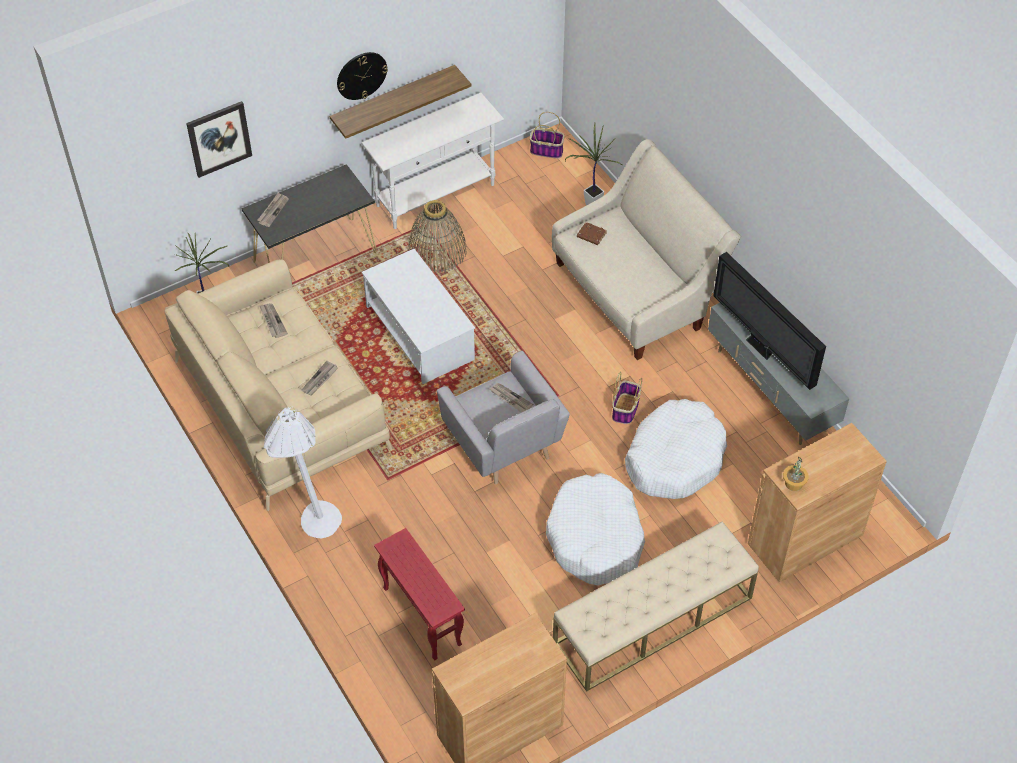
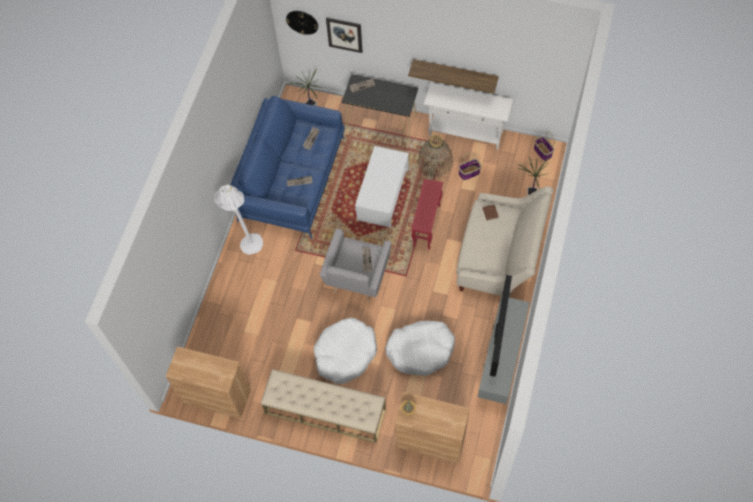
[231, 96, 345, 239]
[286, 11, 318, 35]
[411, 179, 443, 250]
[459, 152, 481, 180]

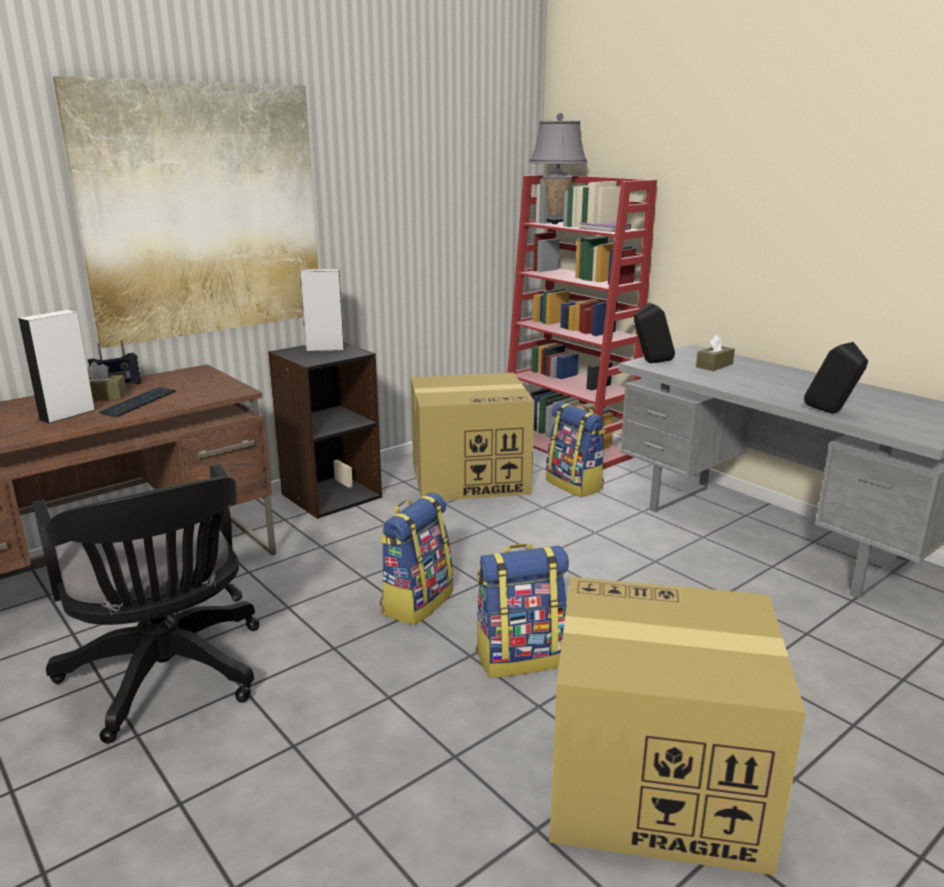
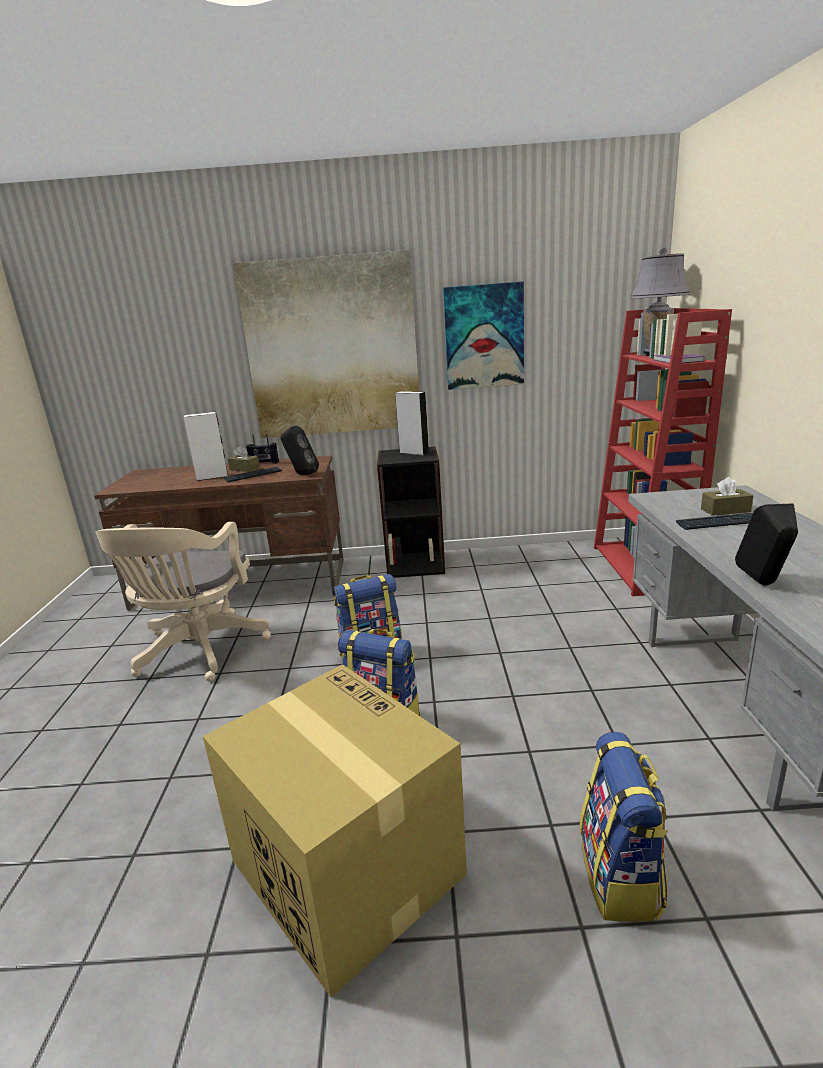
[95, 522, 271, 681]
[280, 426, 319, 475]
[443, 281, 524, 390]
[580, 732, 668, 922]
[676, 513, 753, 530]
[411, 373, 535, 500] (first image)

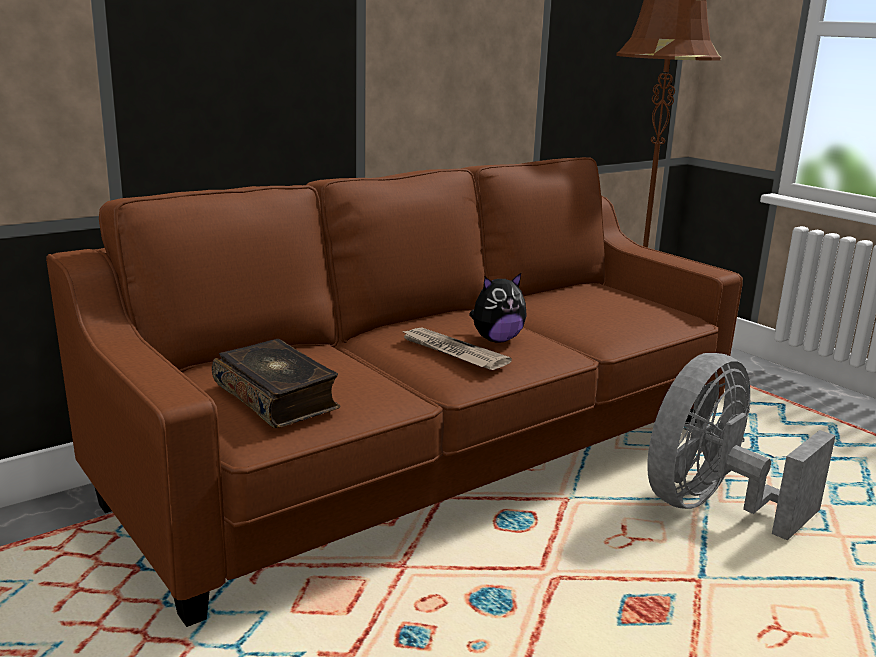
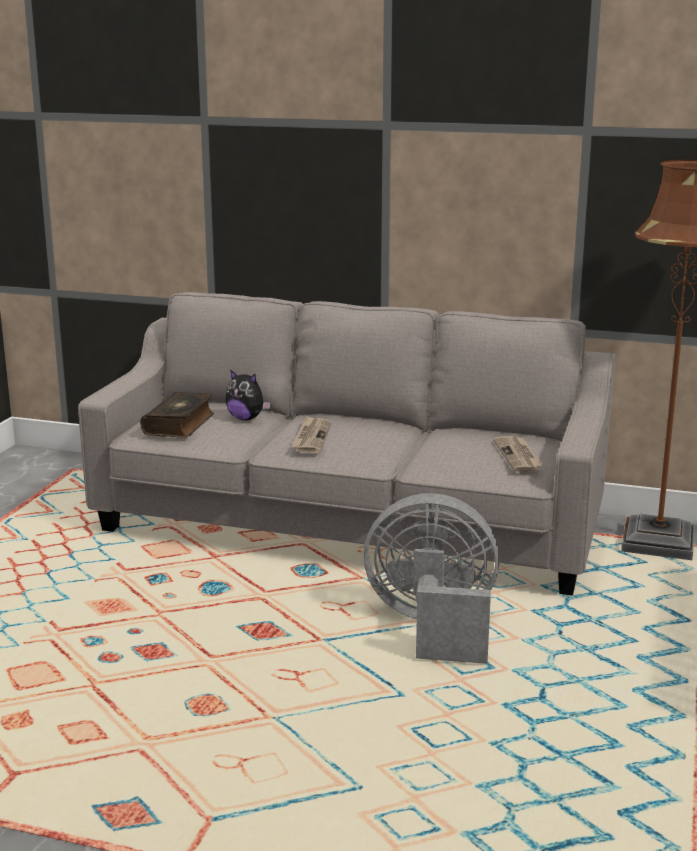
[78, 292, 616, 596]
[225, 369, 270, 420]
[493, 436, 543, 473]

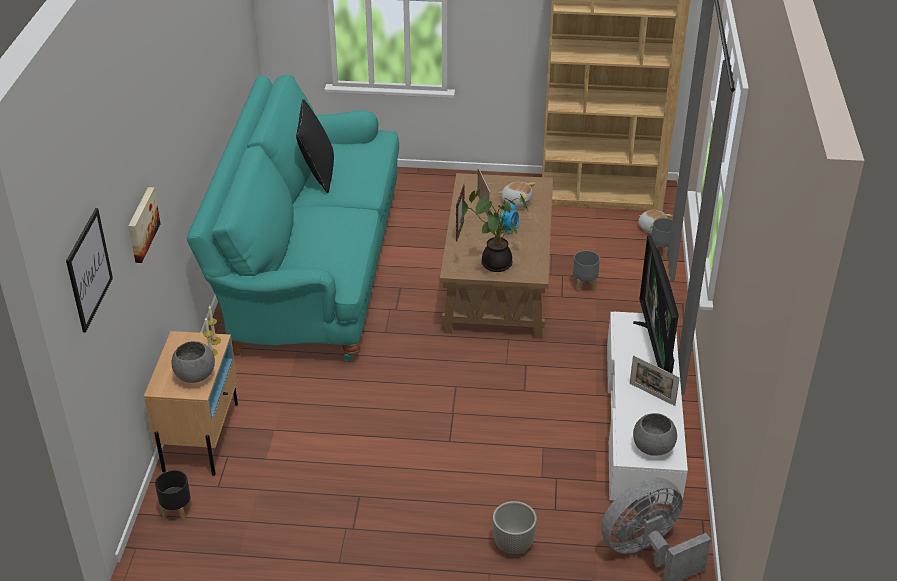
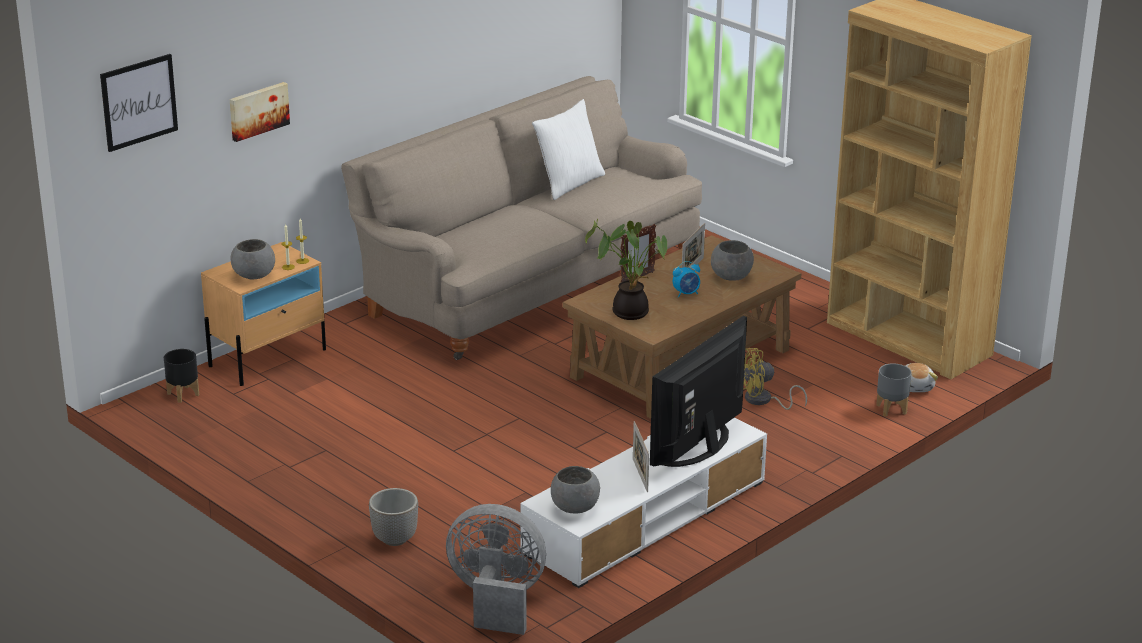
[341, 76, 702, 360]
[532, 99, 605, 200]
[711, 240, 754, 281]
[743, 348, 807, 410]

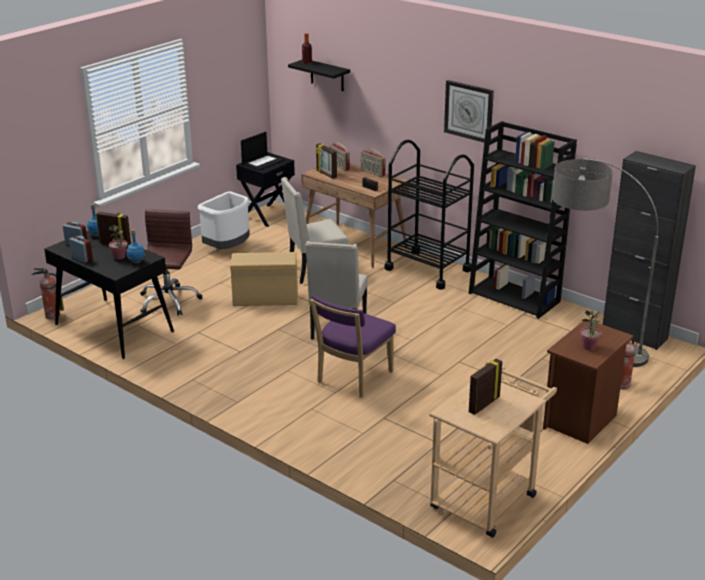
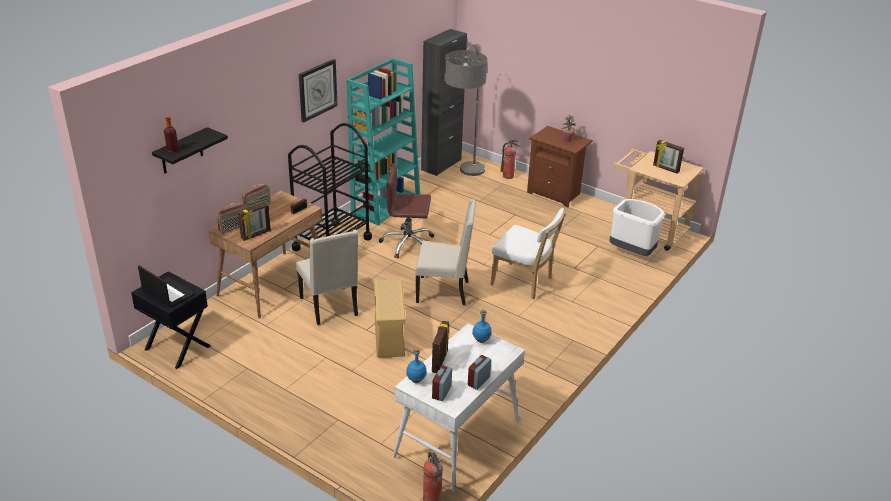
[347, 58, 420, 226]
[379, 163, 434, 259]
[393, 323, 525, 492]
[490, 208, 566, 299]
[610, 199, 665, 256]
[109, 225, 128, 260] (first image)

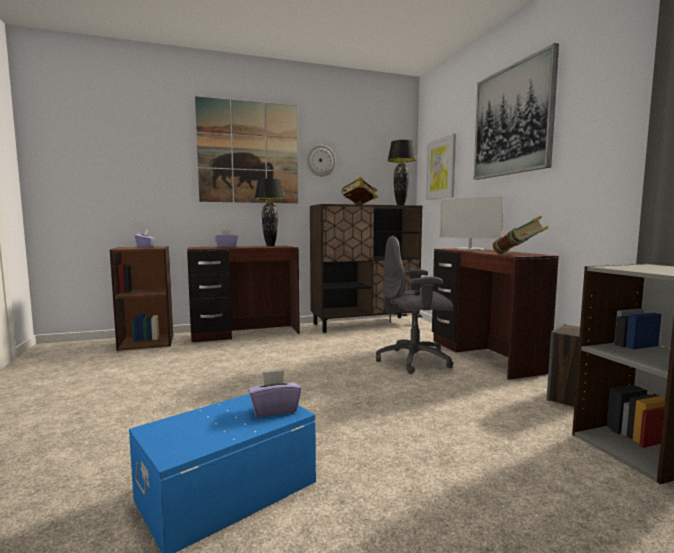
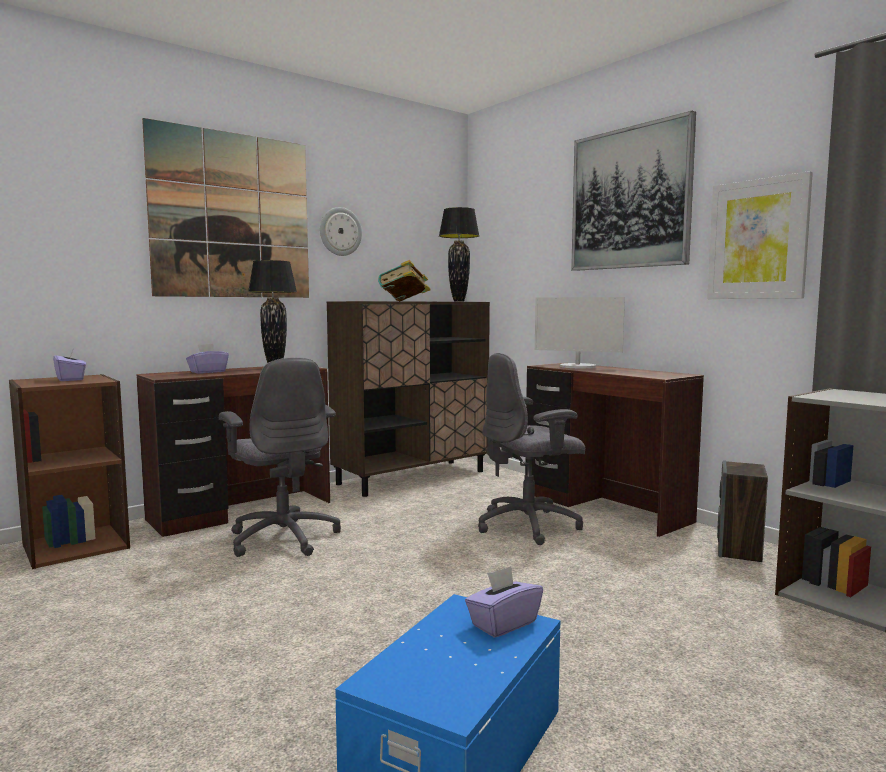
[219, 357, 341, 557]
[707, 171, 813, 299]
[492, 215, 548, 254] (first image)

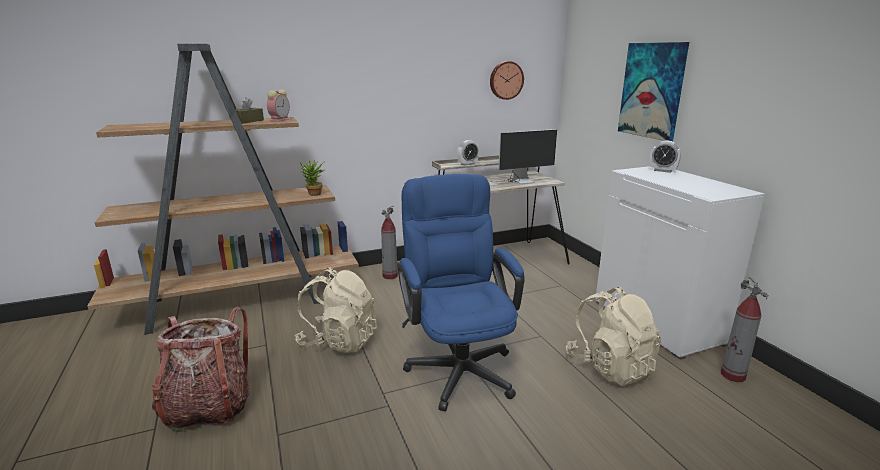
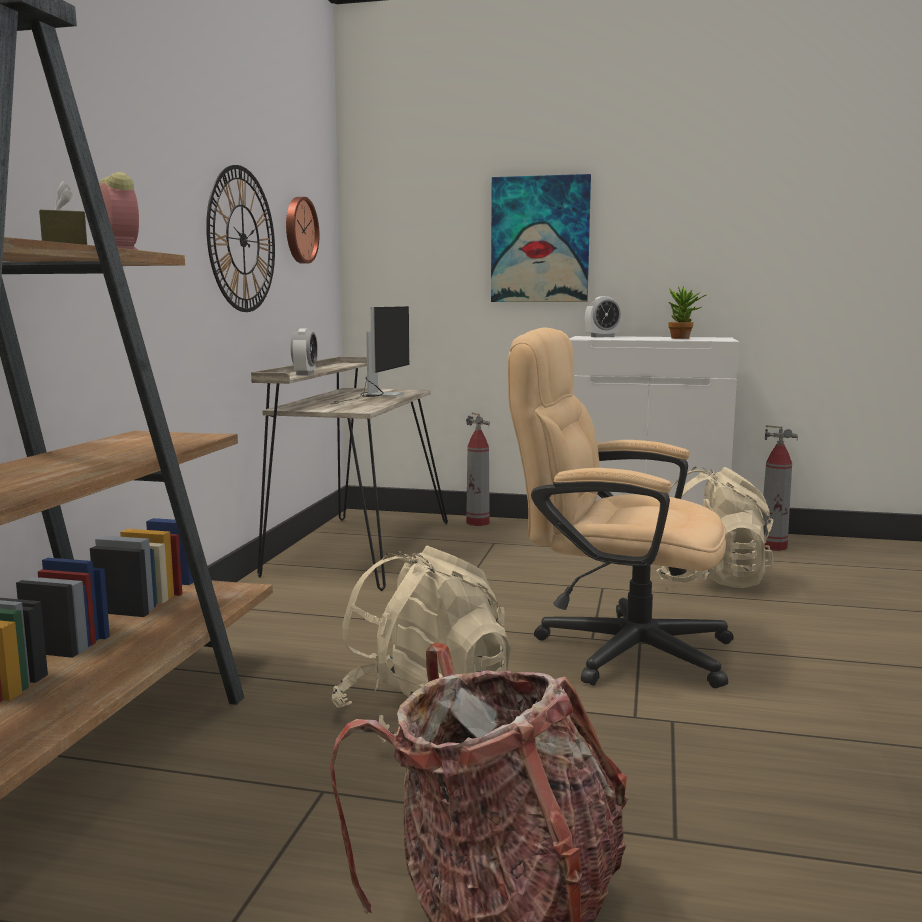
[206, 165, 275, 312]
[466, 412, 490, 526]
[508, 328, 734, 688]
[668, 286, 707, 339]

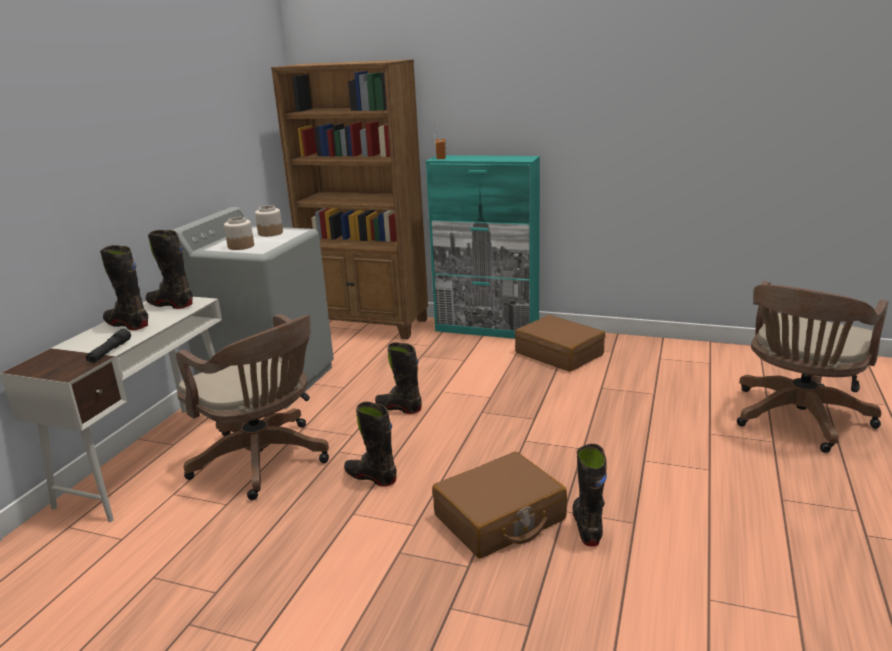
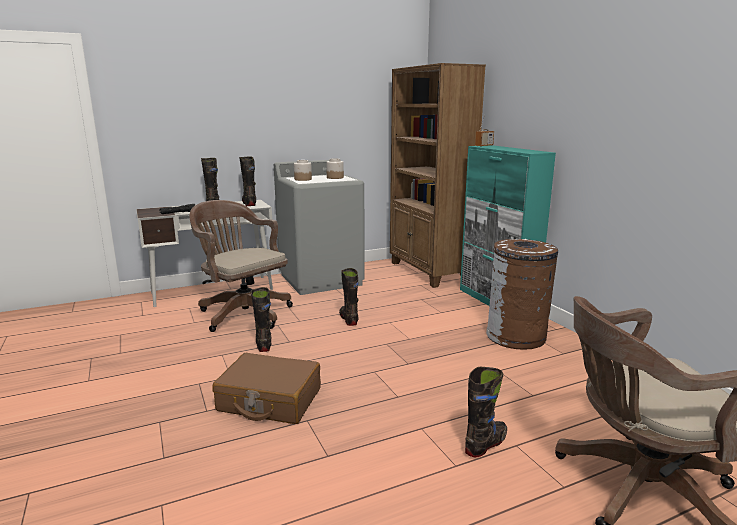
[189, 200, 293, 332]
[465, 367, 507, 457]
[486, 239, 558, 350]

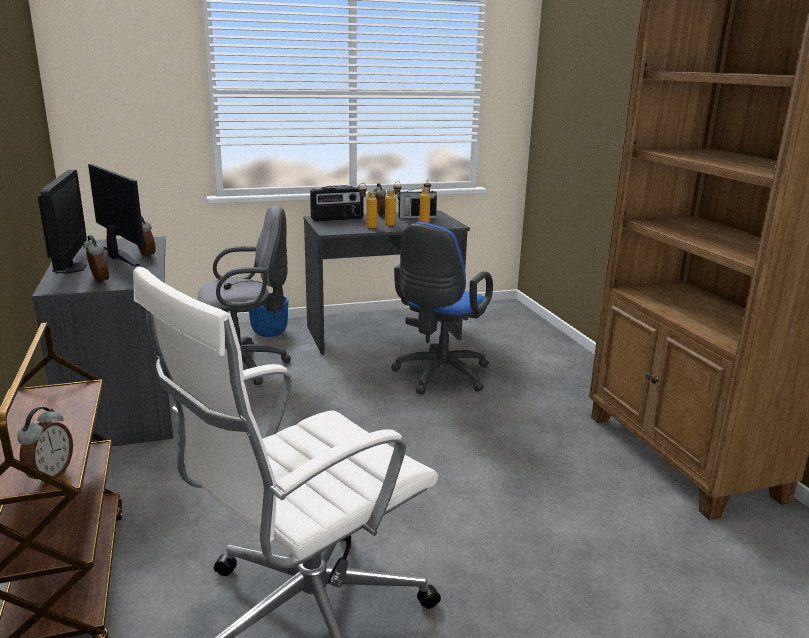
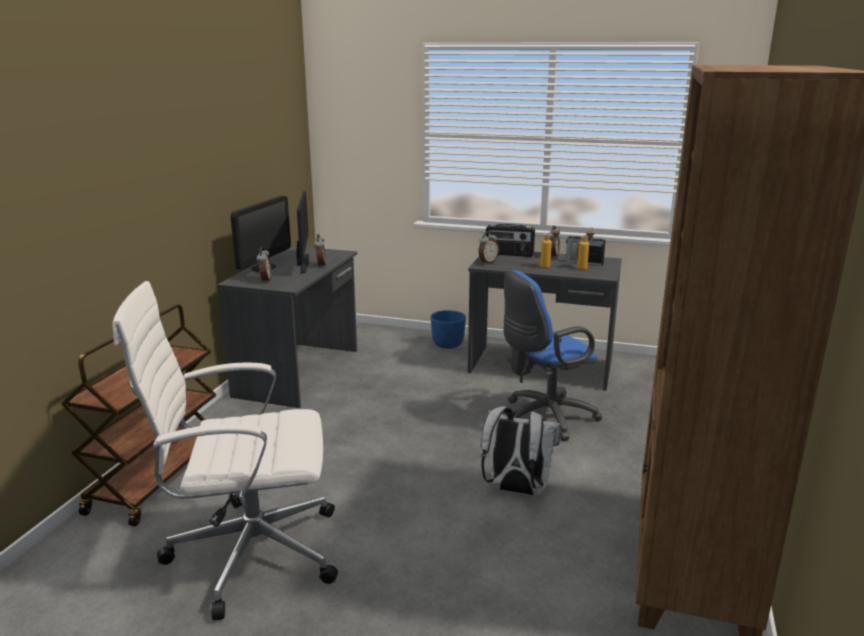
[478, 231, 499, 264]
[481, 406, 560, 496]
[198, 206, 291, 385] (first image)
[358, 183, 377, 228] (first image)

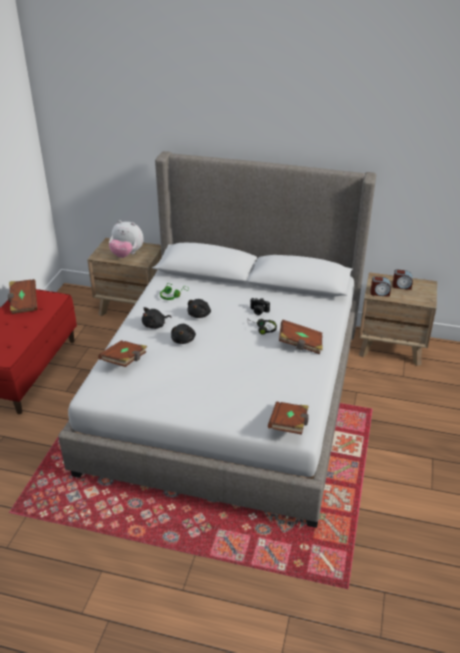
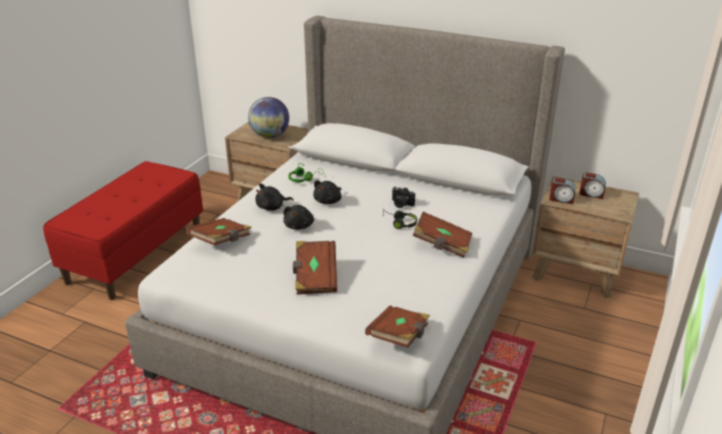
[248, 97, 289, 138]
[293, 241, 337, 294]

